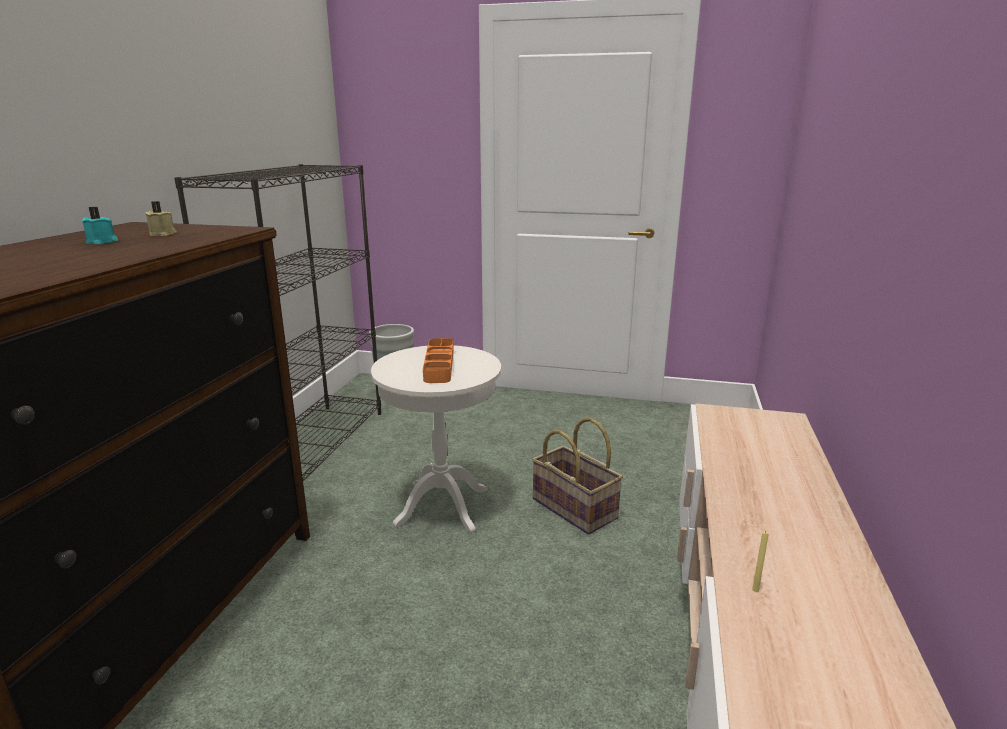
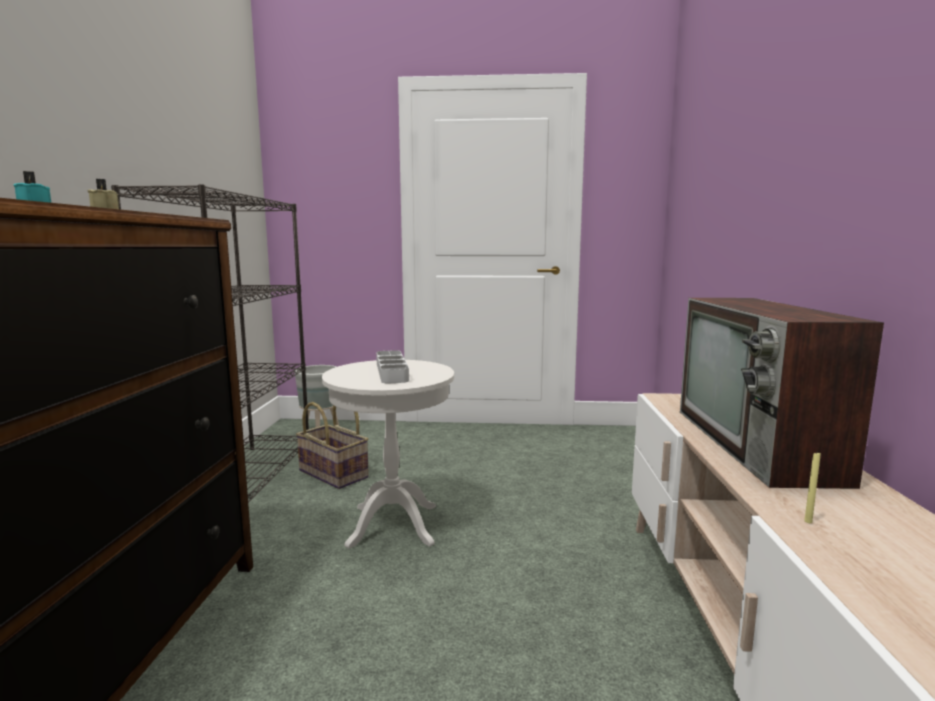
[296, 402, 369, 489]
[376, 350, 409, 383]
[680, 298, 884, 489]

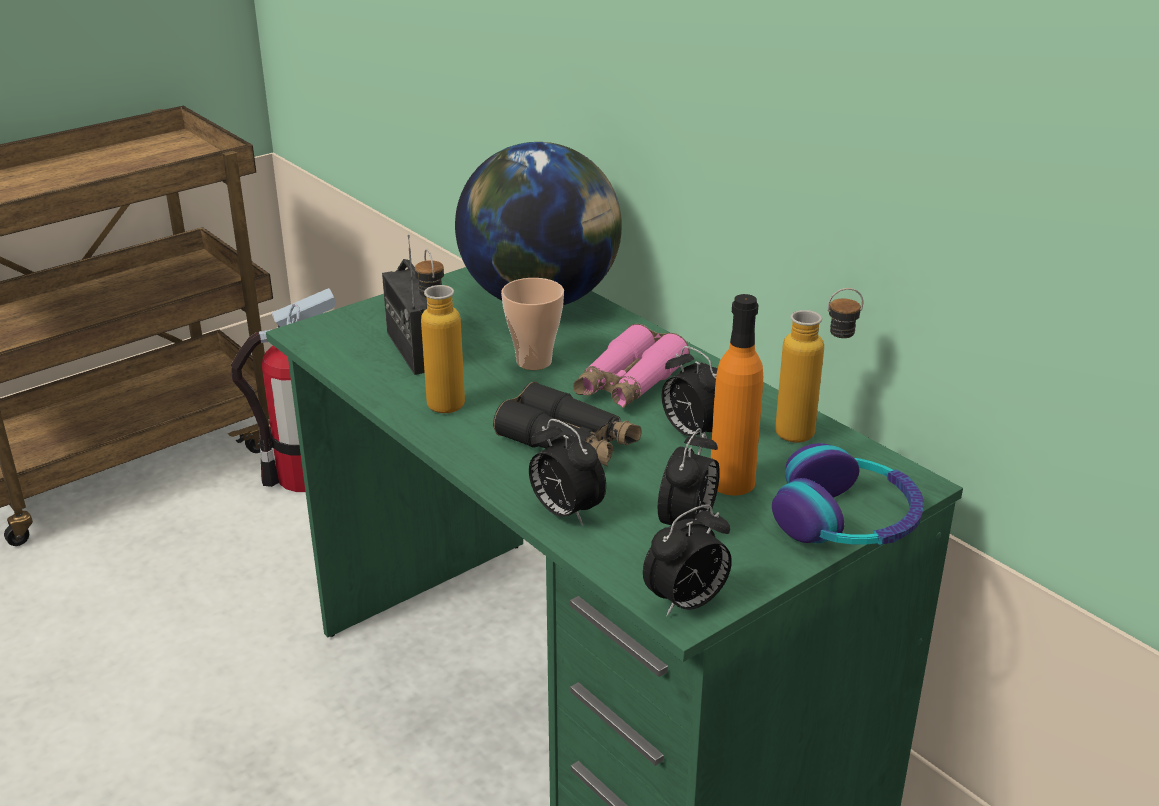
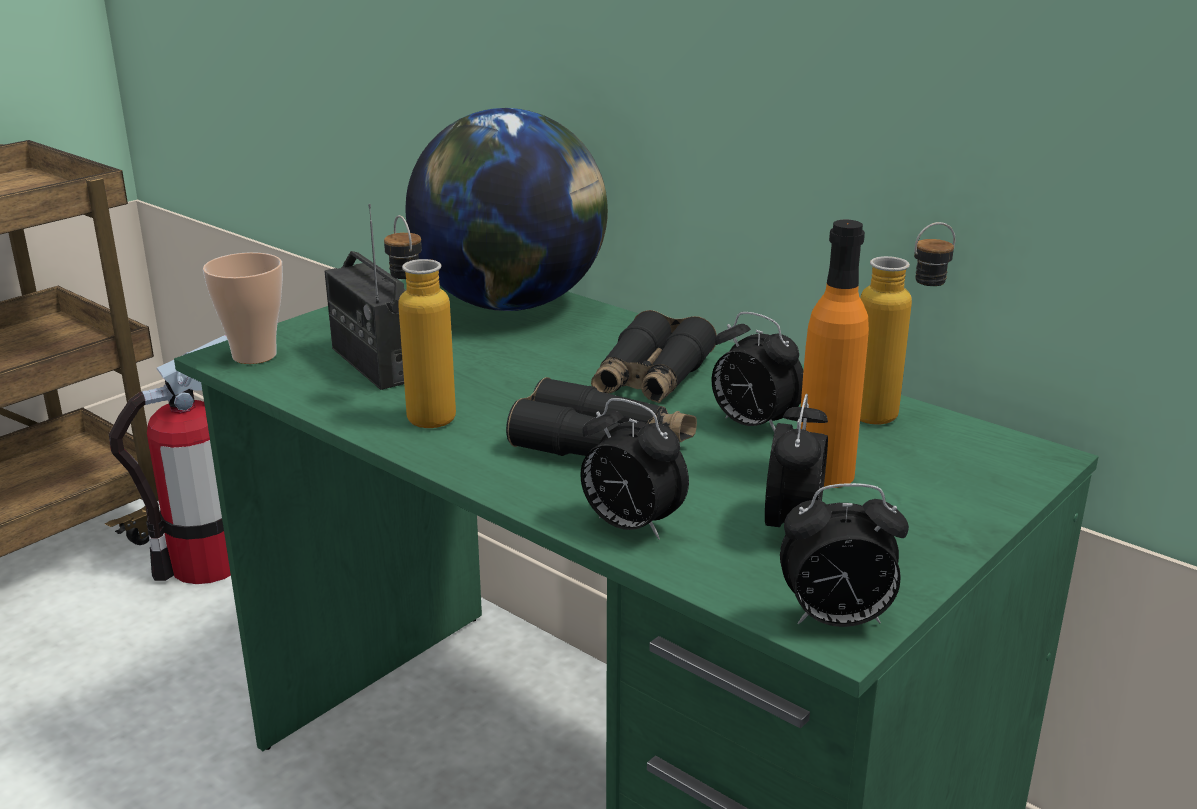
[203, 252, 283, 364]
[591, 310, 717, 403]
[780, 483, 909, 627]
[772, 443, 924, 545] (first image)

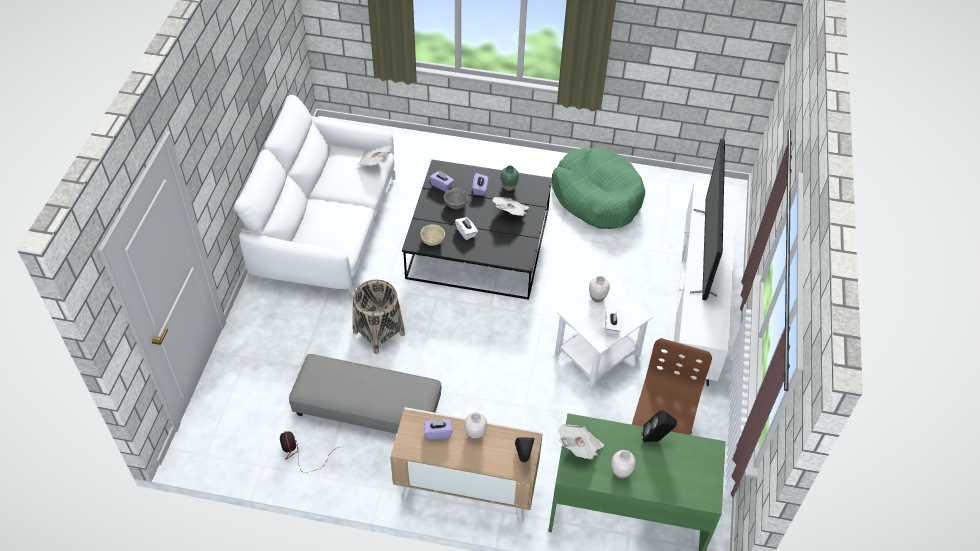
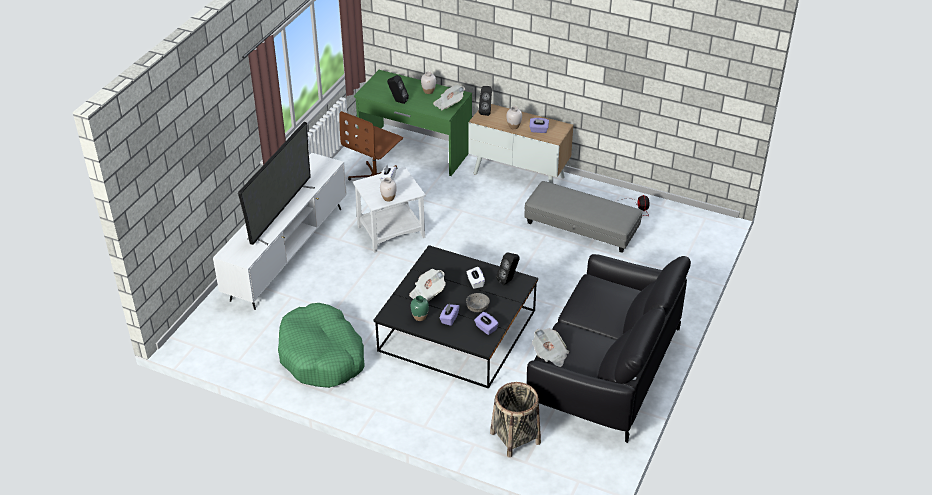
[490, 382, 541, 457]
[496, 252, 520, 285]
[527, 254, 691, 443]

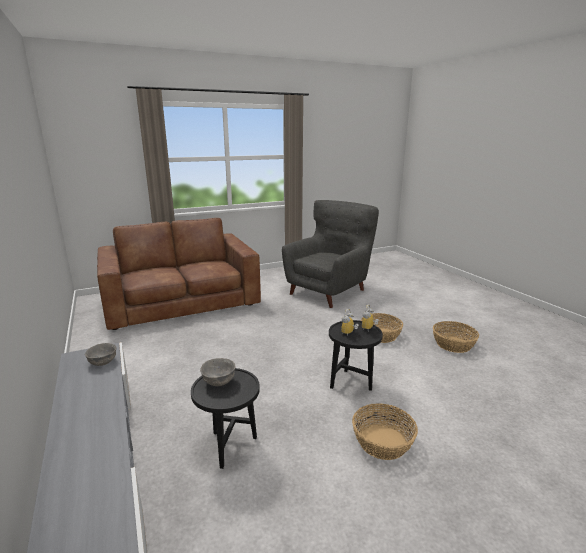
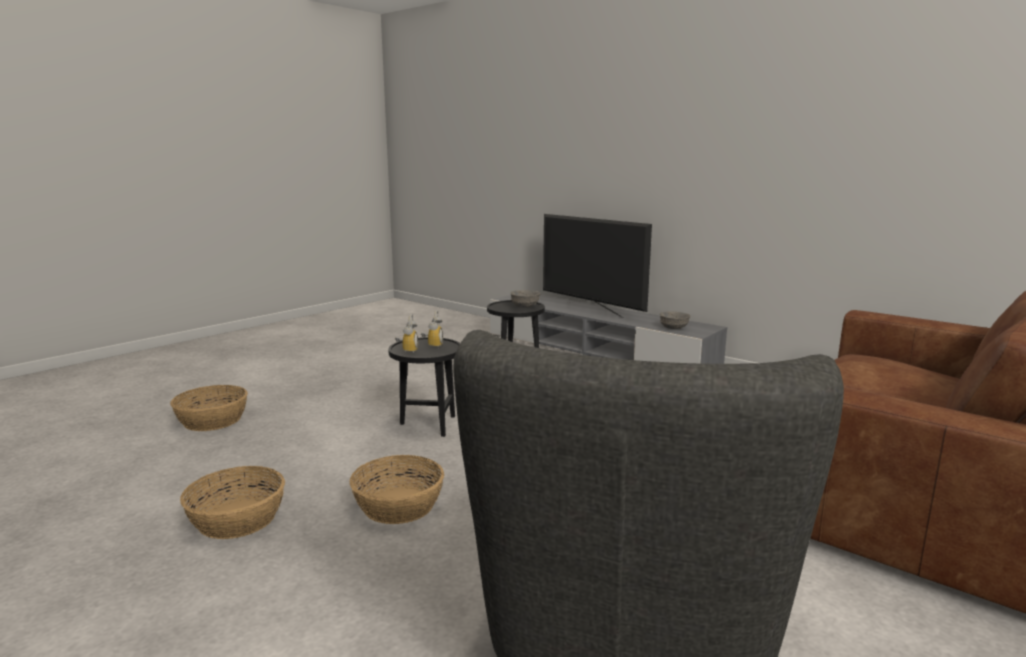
[170, 385, 248, 431]
[543, 214, 652, 318]

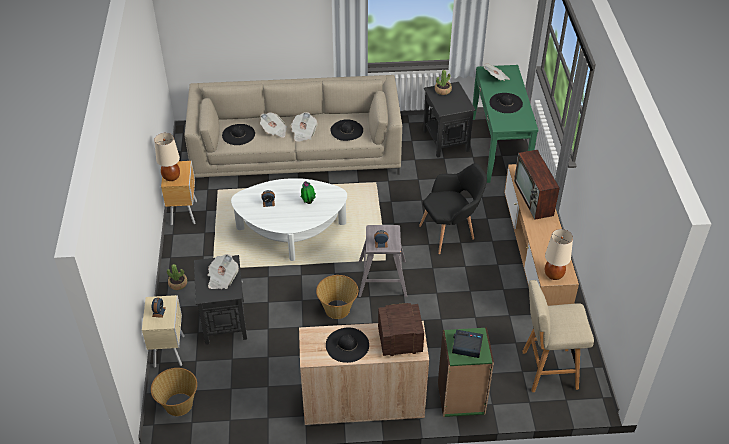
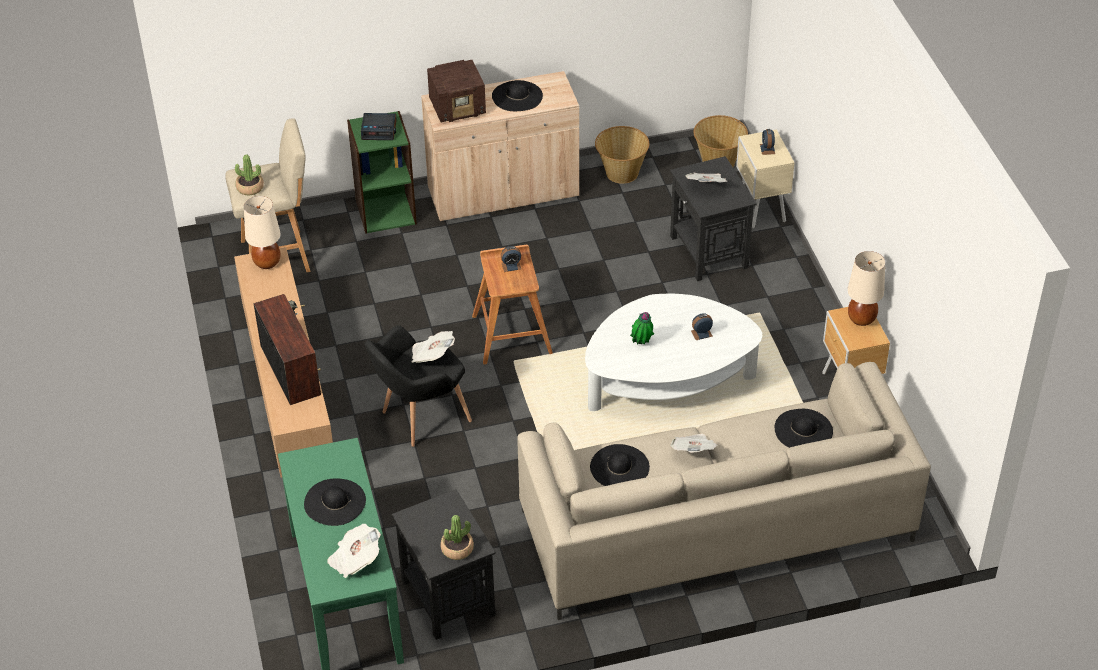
[235, 154, 264, 195]
[412, 331, 455, 363]
[472, 245, 553, 364]
[595, 126, 649, 184]

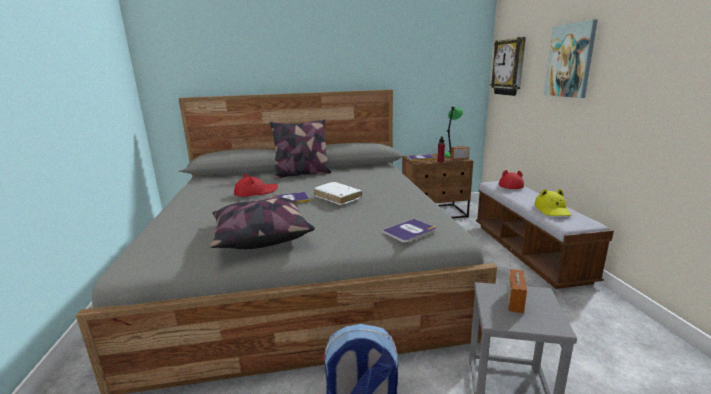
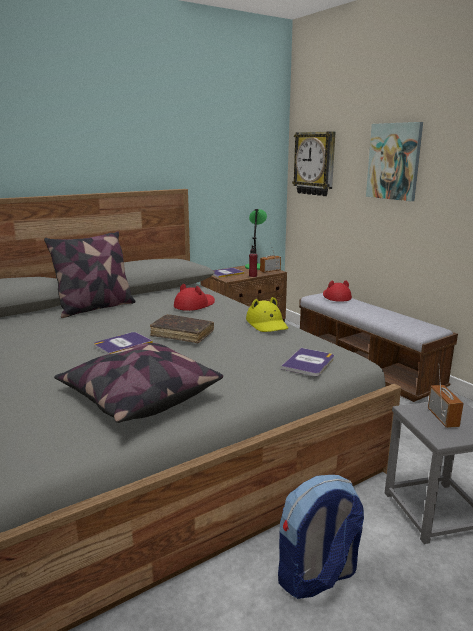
[150, 314, 214, 343]
[174, 284, 215, 311]
[246, 297, 288, 332]

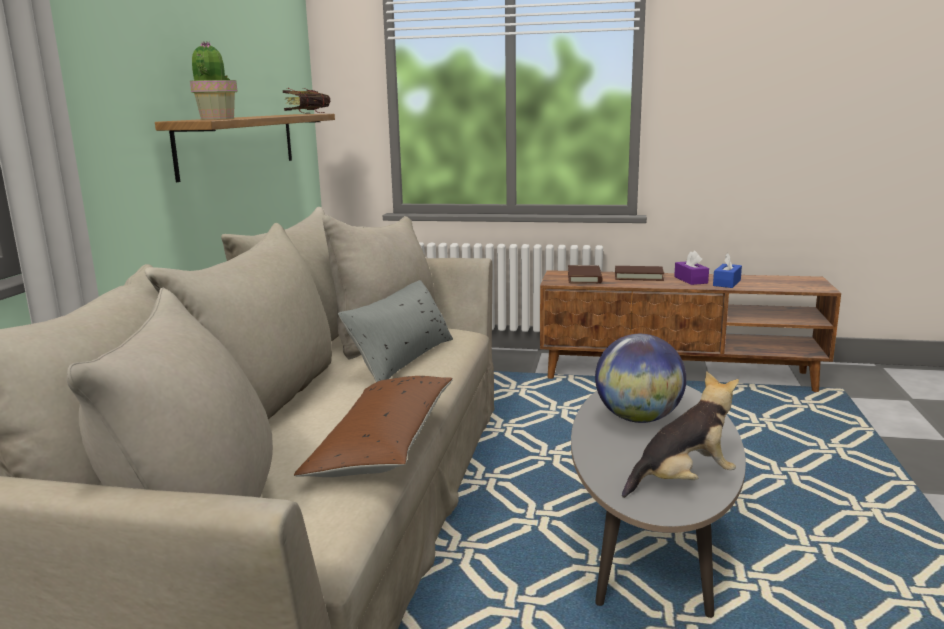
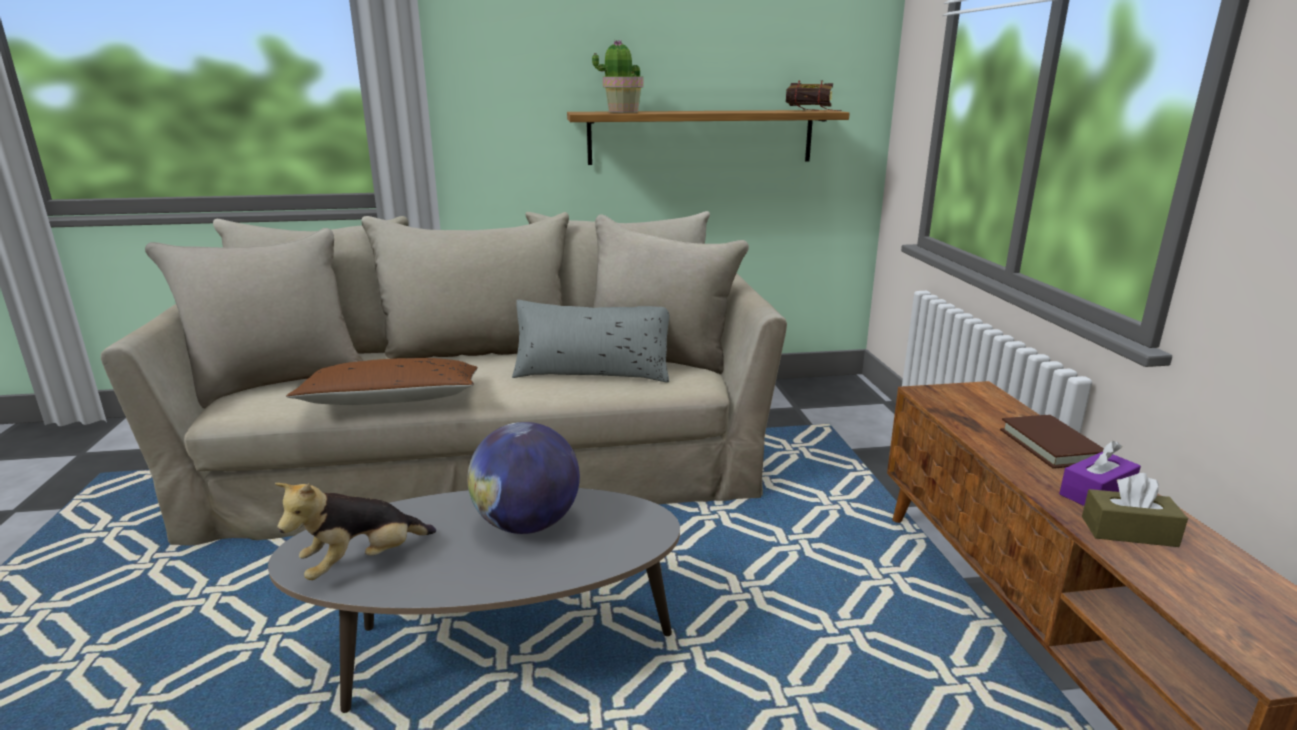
[275, 483, 436, 580]
[1082, 473, 1188, 547]
[568, 265, 603, 284] (first image)

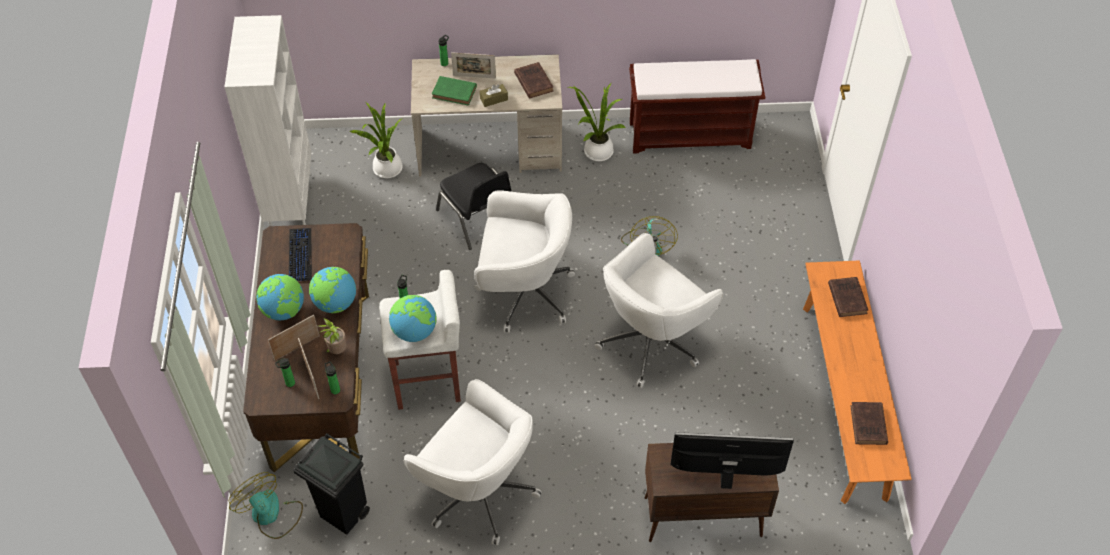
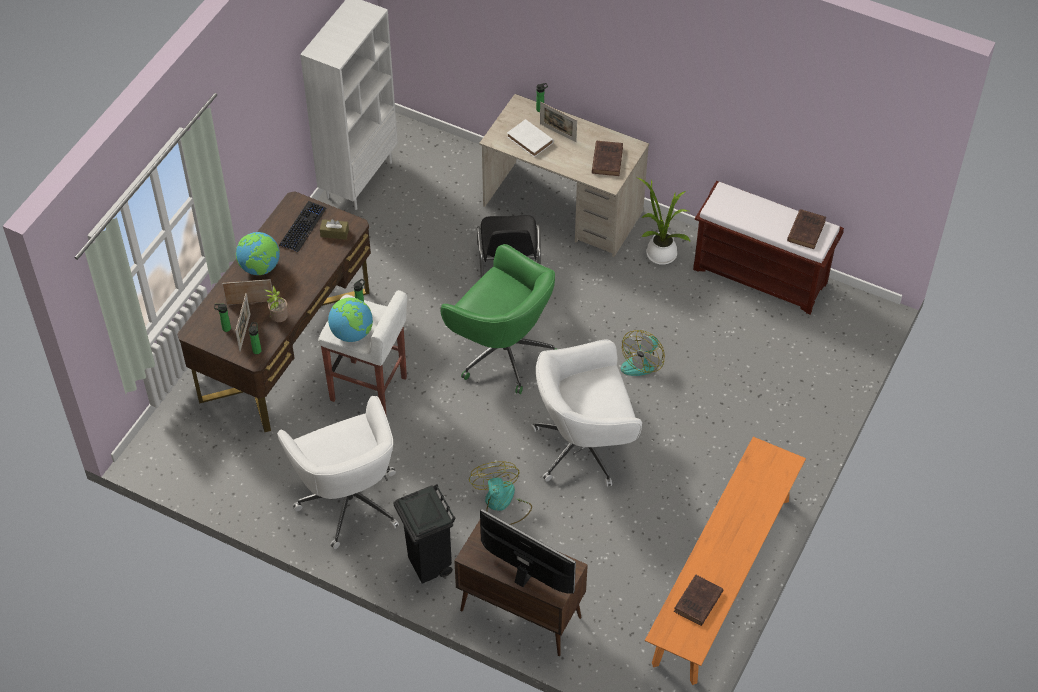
[320, 219, 349, 240]
[393, 484, 456, 583]
[440, 244, 557, 394]
[469, 461, 532, 525]
[507, 119, 554, 157]
[787, 209, 826, 249]
[309, 267, 356, 313] (first image)
[349, 102, 403, 178] (first image)

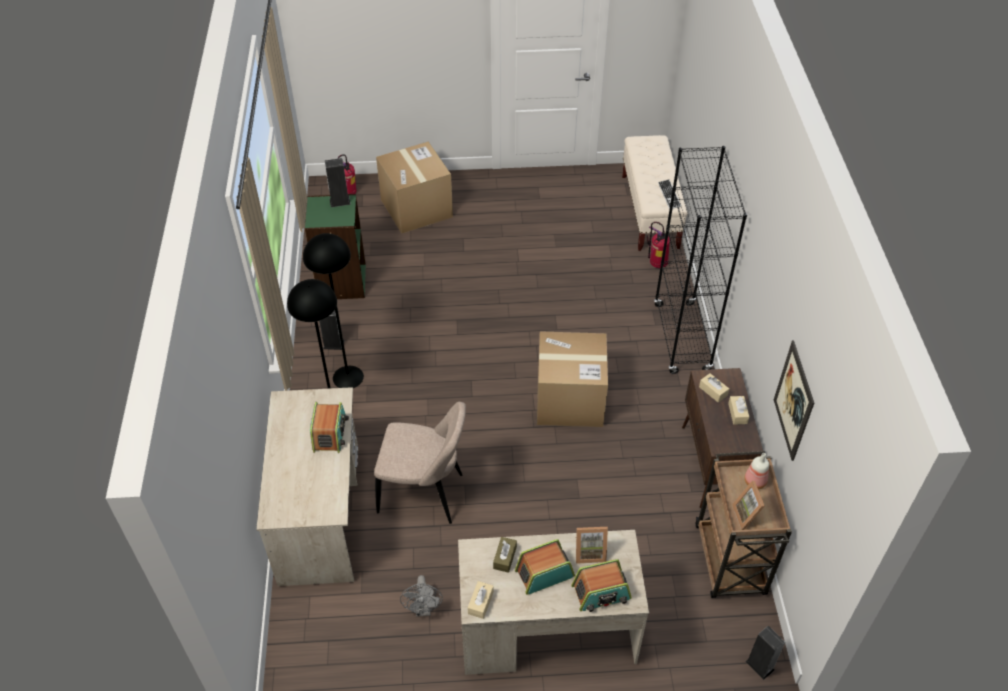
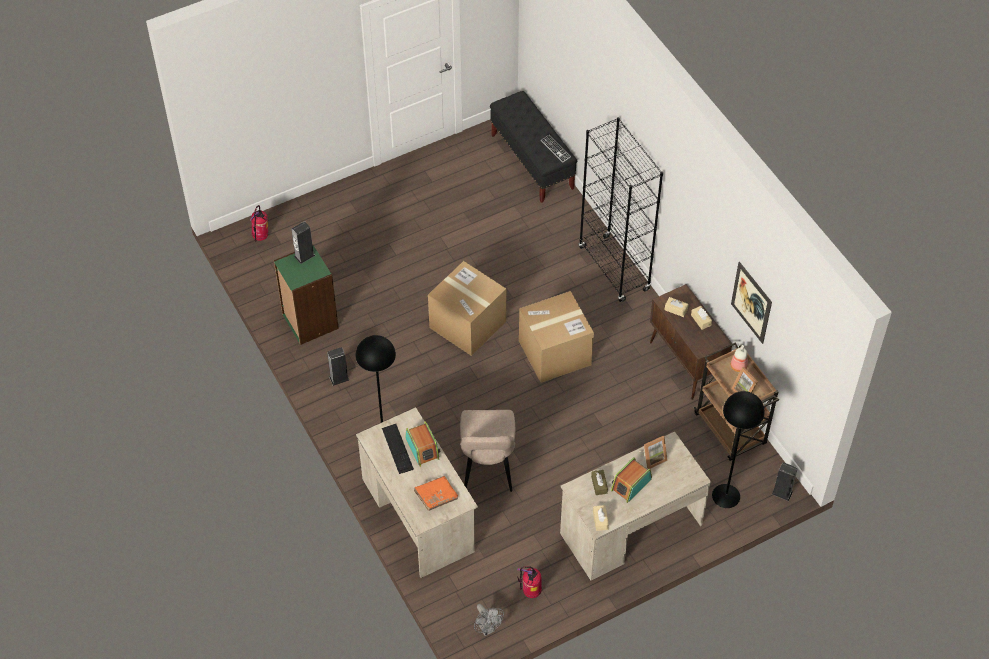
[382, 424, 414, 474]
[414, 476, 458, 511]
[428, 261, 506, 356]
[460, 410, 515, 492]
[474, 604, 504, 636]
[490, 91, 577, 203]
[517, 566, 542, 598]
[712, 391, 765, 508]
[571, 559, 632, 612] (first image)

